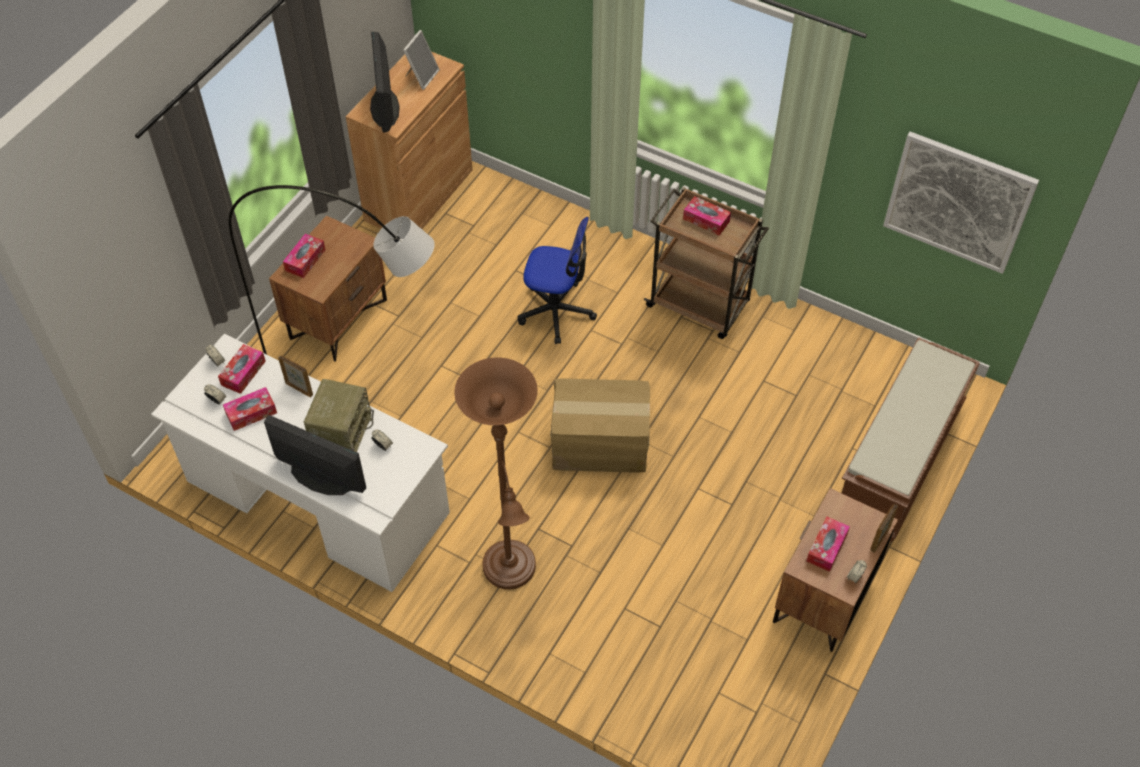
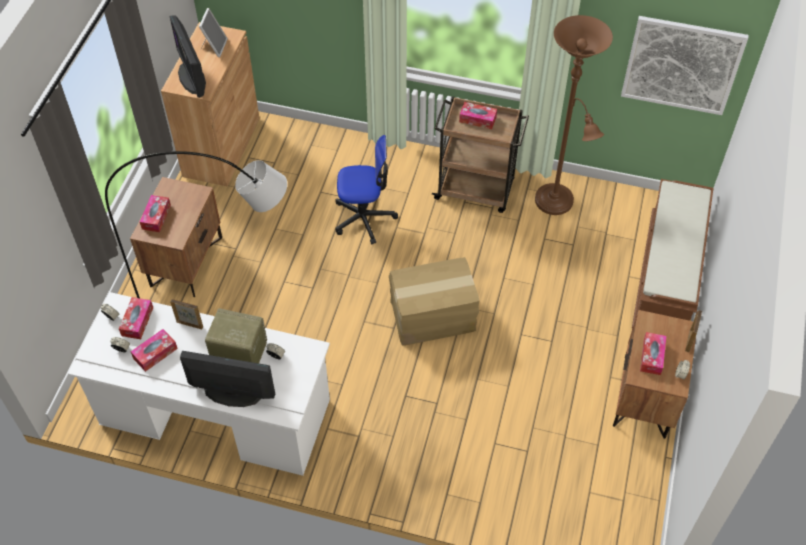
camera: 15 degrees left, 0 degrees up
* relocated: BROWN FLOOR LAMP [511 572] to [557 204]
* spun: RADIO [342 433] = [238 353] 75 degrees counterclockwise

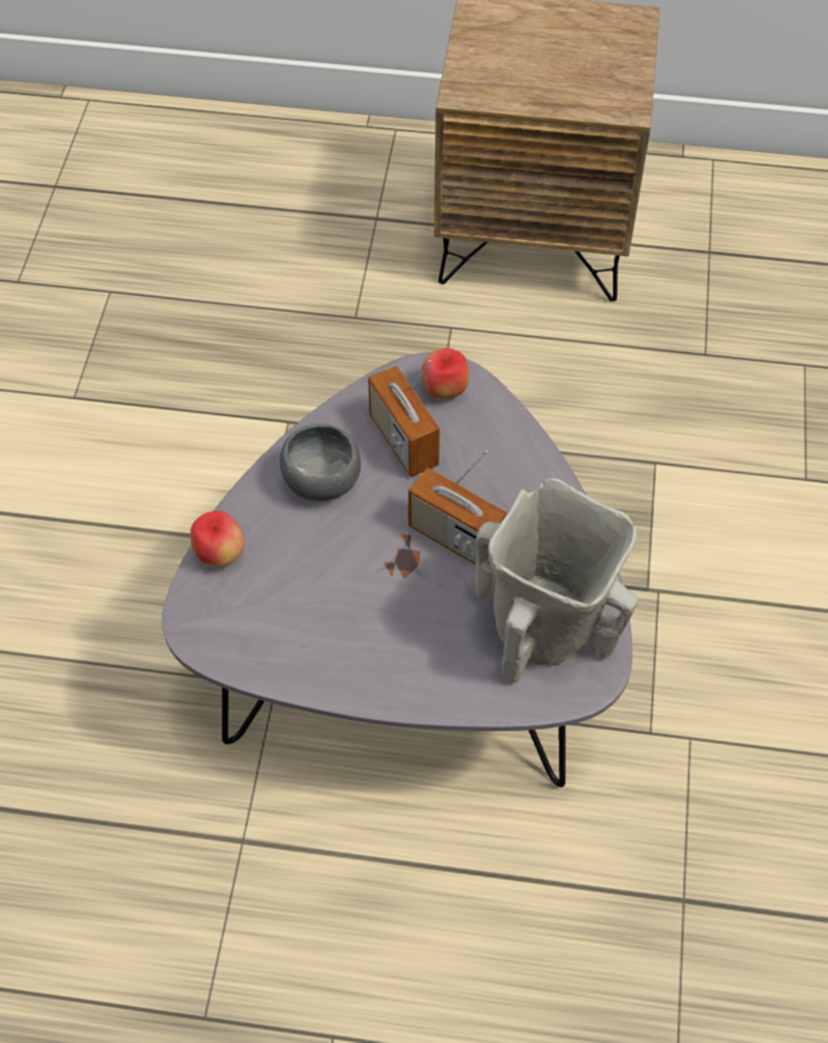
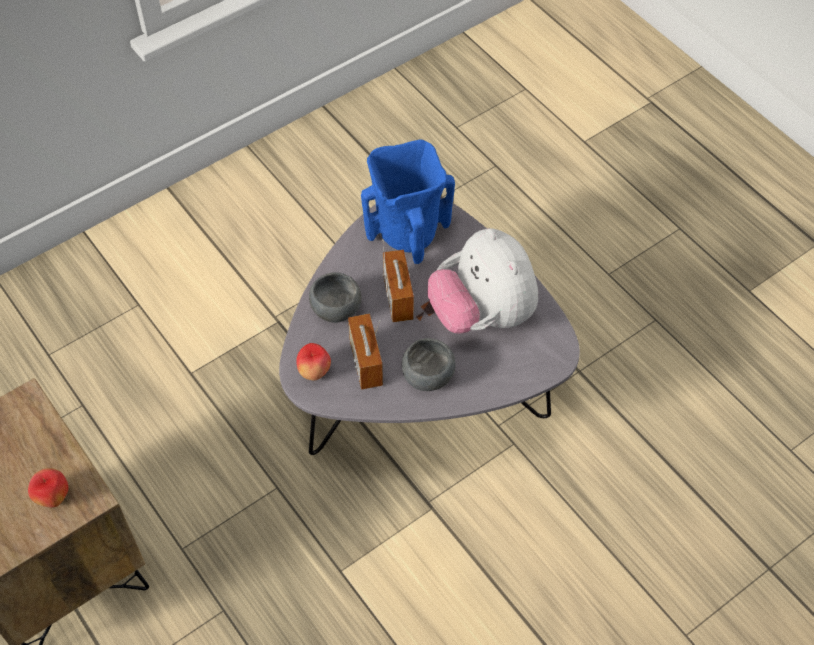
camera: 135 degrees left, 0 degrees up
* appeared: GREY BOWL [336 310]
* appeared: PLUSH TOY [481 314]
* relocated: APPLE [220 555] to [53 497]
* colour: BEIGE VASE [547 630] to BLUE VASE [407 231]
* spun: RADIO [403 441] = [365 363] 150 degrees clockwise

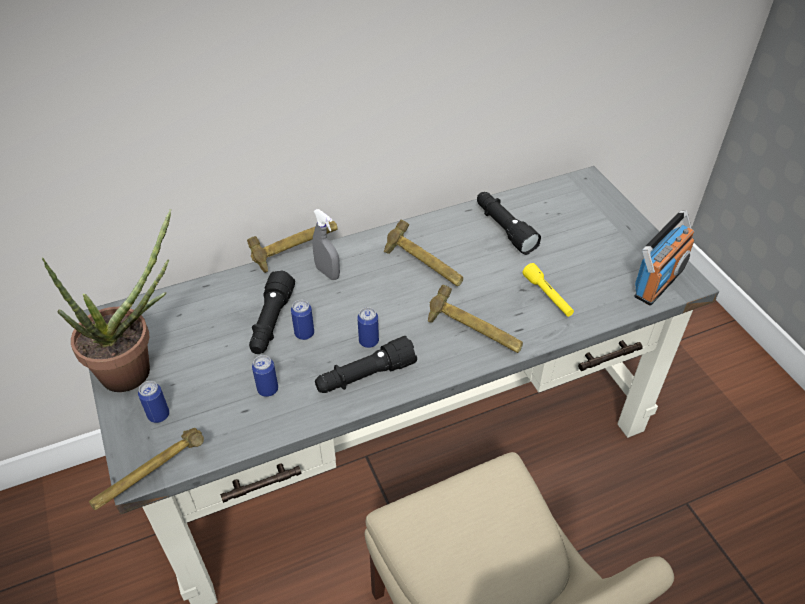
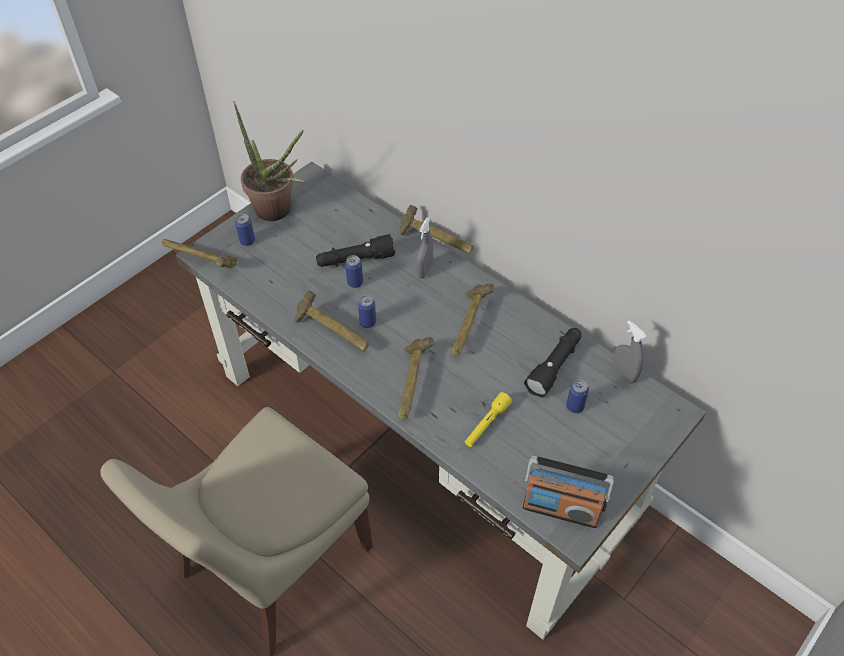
camera: 65 degrees right, 5 degrees up
* appeared: GREY SPRAY BOTTLE [623 374]
* relocated: CAN [268 389] to [574 406]
* exchanged: BLACK FLASHLIGHT [365 376] to HAMMER [333 333]

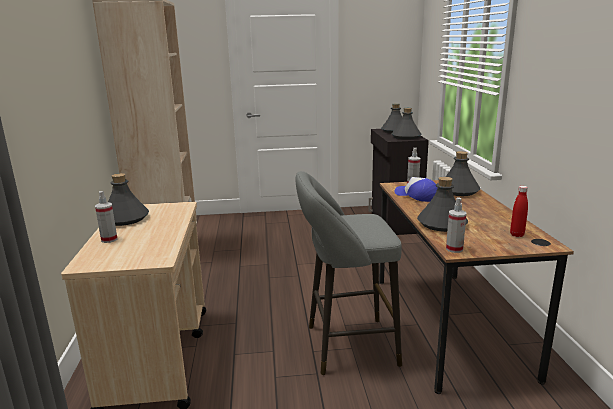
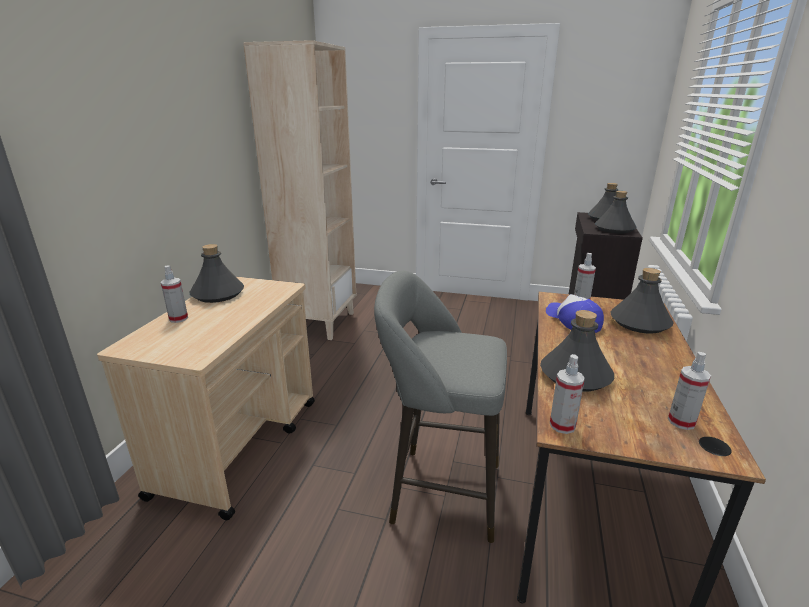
camera: 20 degrees right, 5 degrees up
* exchanged: RED BOTTLE [517 235] to SPRAY BOTTLE [681 421]

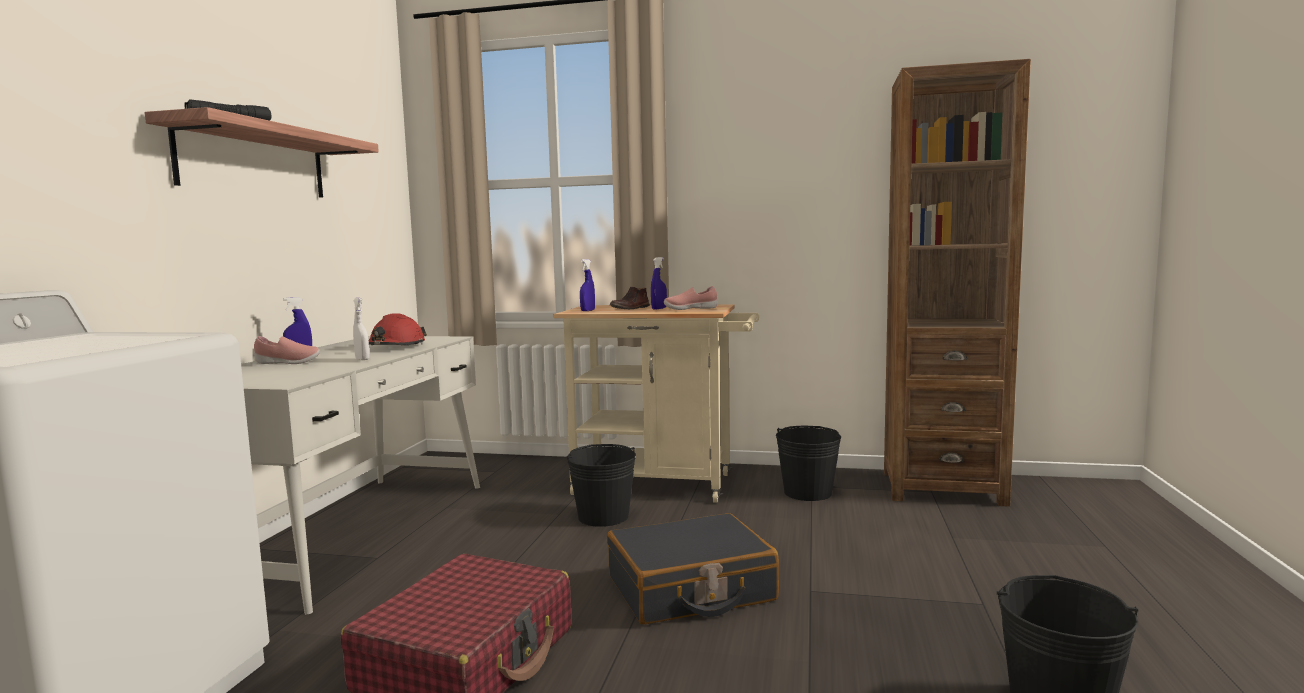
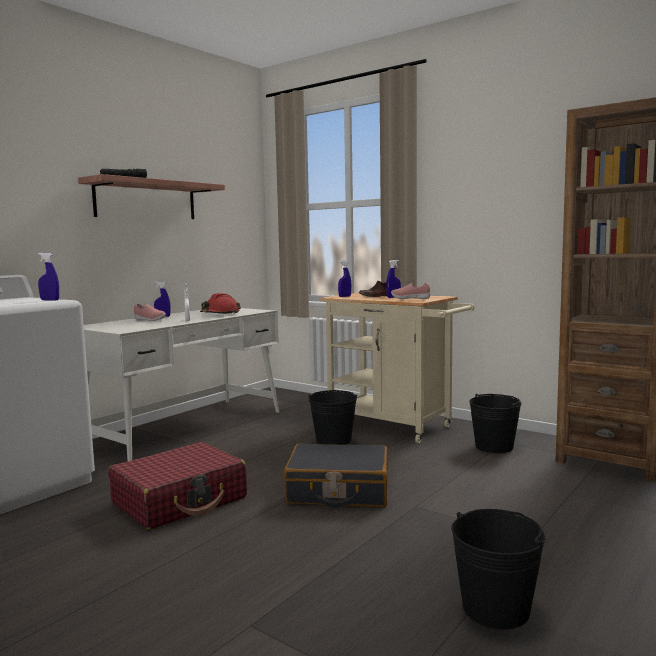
camera: 25 degrees right, 0 degrees up
* appeared: BLUE SPRAY BOTTLE [49 300]

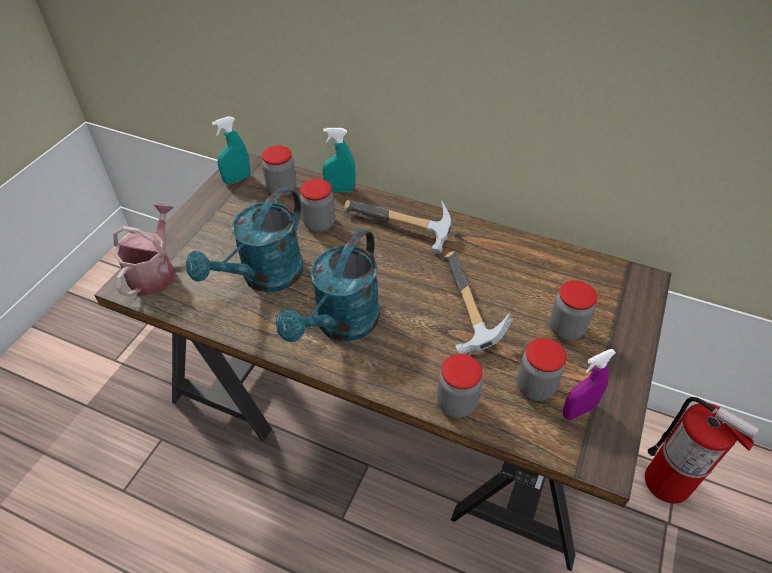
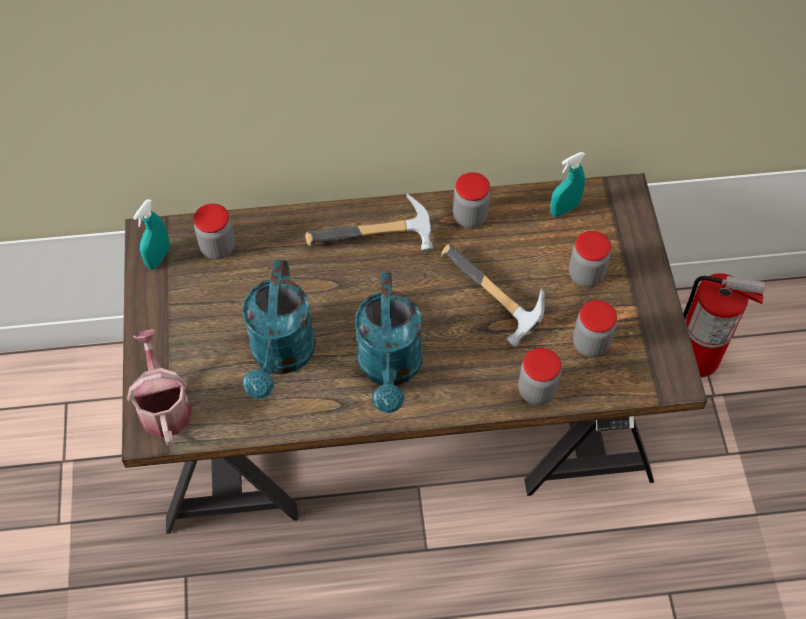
camera: 30 degrees left, 10 degrees up
* missing: PURPLE SPRAY BOTTLE [578 410]
* relocated: JAR [319 224] to [470 217]
* relocated: TURQUOISE SPRAY BOTTLE [340 189] to [564 209]

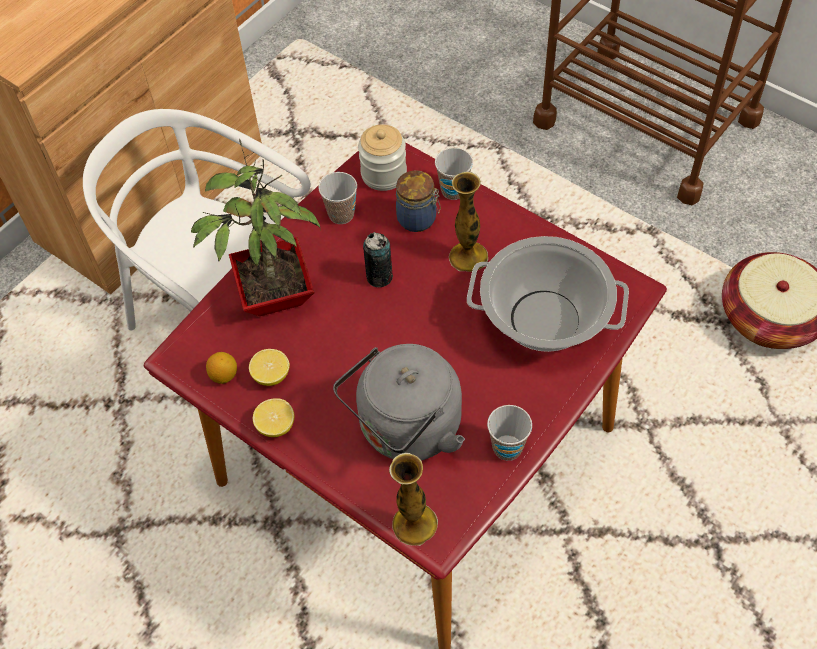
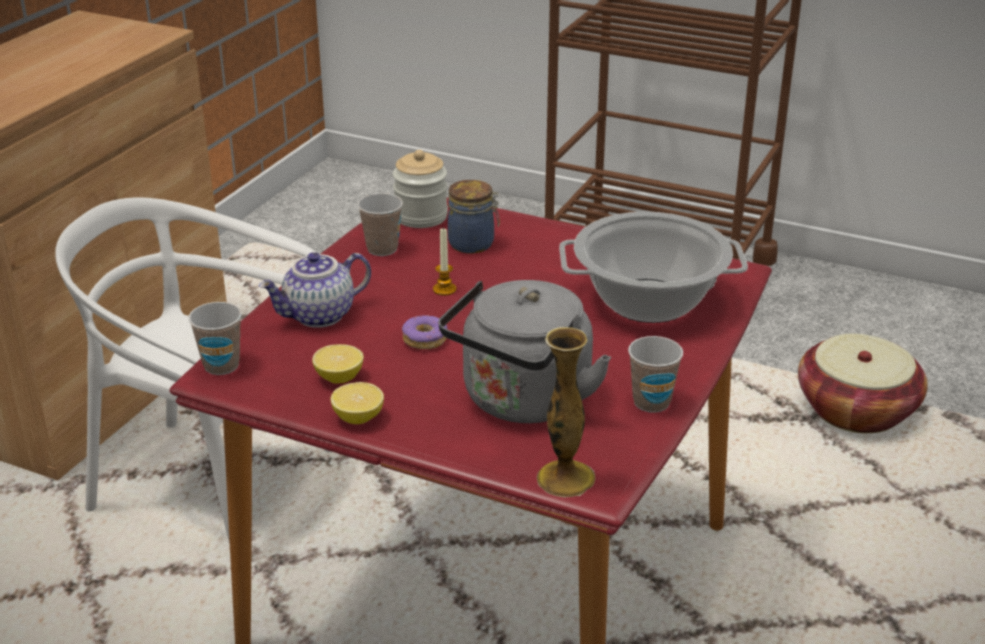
camera: 15 degrees left, 25 degrees down
* missing: LEMON [224 375]
* missing: VASE [468 256]
* appeared: DONUT [425 339]
* relocated: CUP [453 190] to [221 365]
* exchanged: POTTED PLANT [272 296] to TEAPOT [319 316]
* exchanged: CAN [379 277] to CANDLE [444 289]

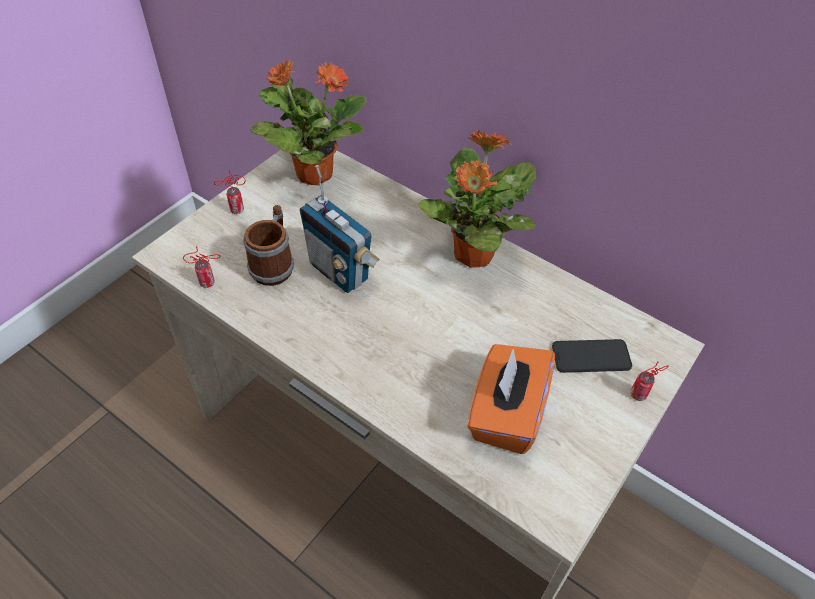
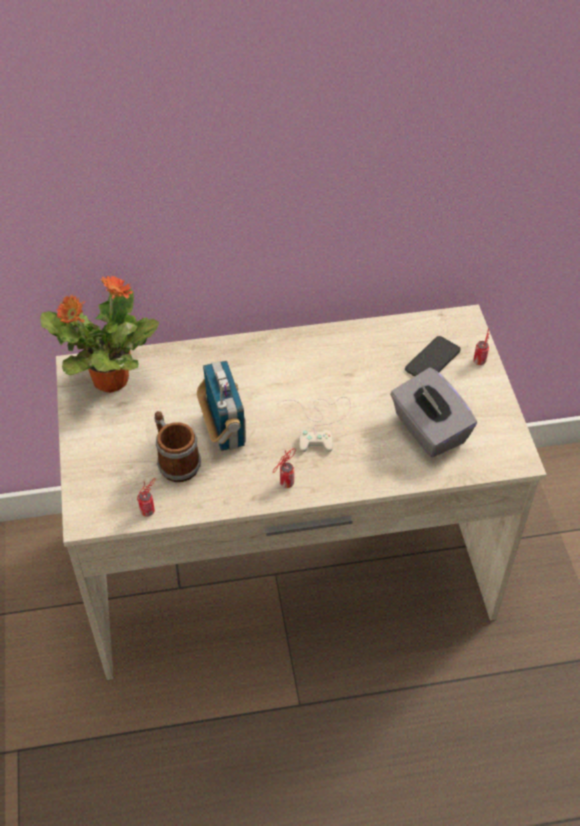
camera: 45 degrees left, 0 degrees up
* missing: POTTED PLANT [472 255]
* appeared: WHITE GAME CONTROLLER [320 422]
* relocated: CAN [235 210] to [285 484]
* colour: ORANGE TISSUE BOX [505 413] to GREY TISSUE BOX [428 430]
* spun: RADIO [339 271] = [224 430] 105 degrees counterclockwise

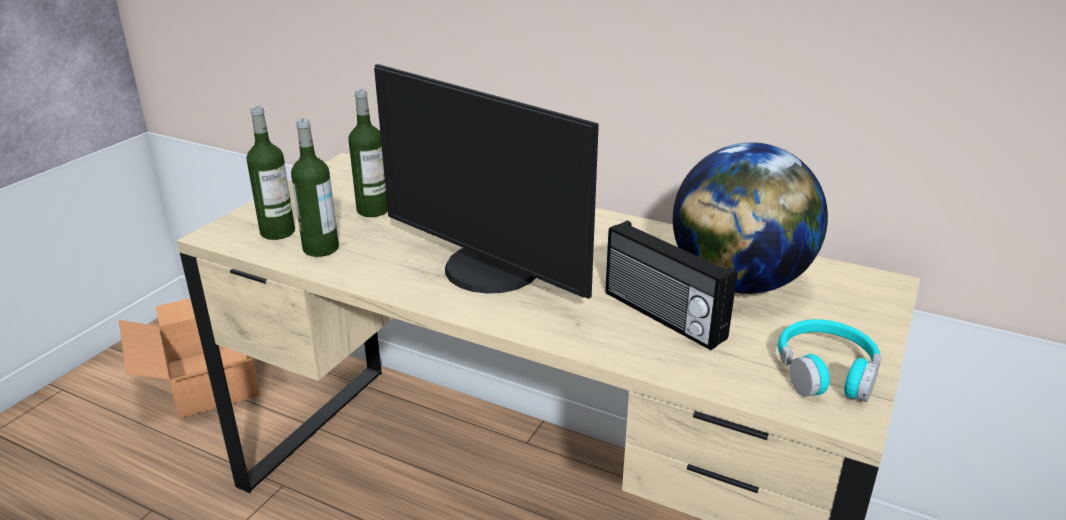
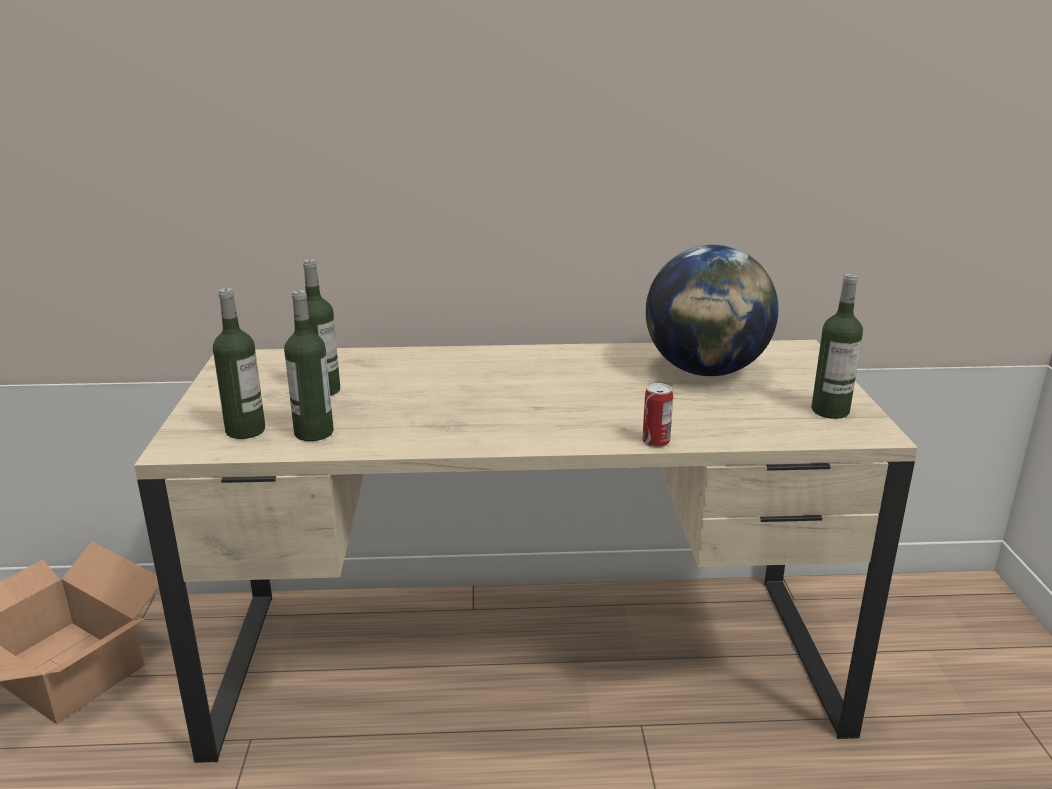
camera: 30 degrees left, 5 degrees down
* missing: MONITOR [488 271]
* missing: RADIO [662 316]
* appeared: CAN [655 442]
* exchanged: TURQUOISE HEADPHONES [826 371] to BOTTLE [830 411]

